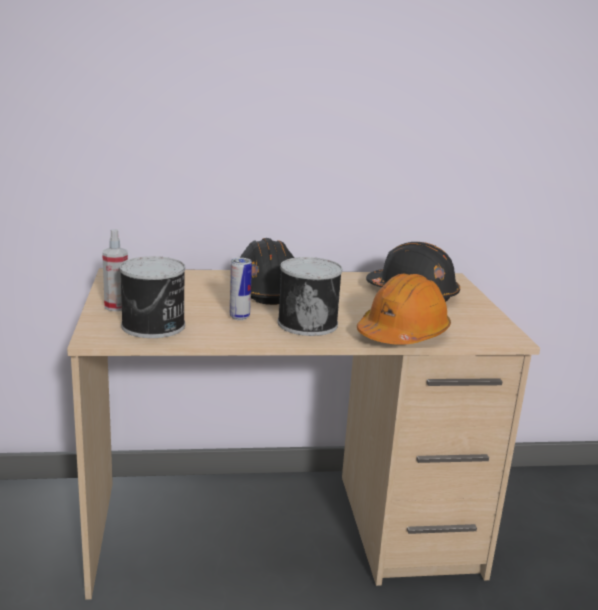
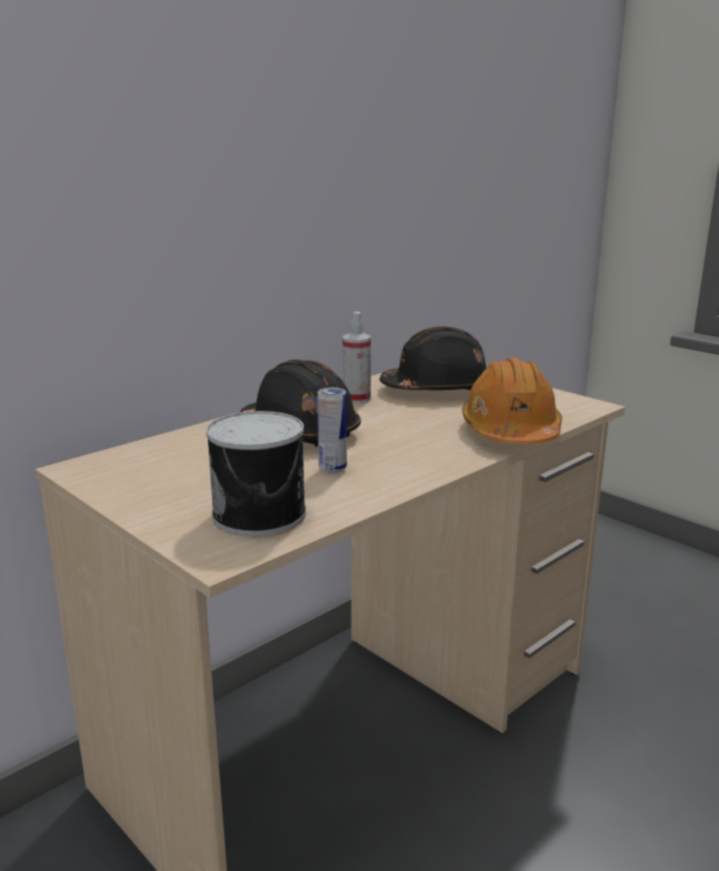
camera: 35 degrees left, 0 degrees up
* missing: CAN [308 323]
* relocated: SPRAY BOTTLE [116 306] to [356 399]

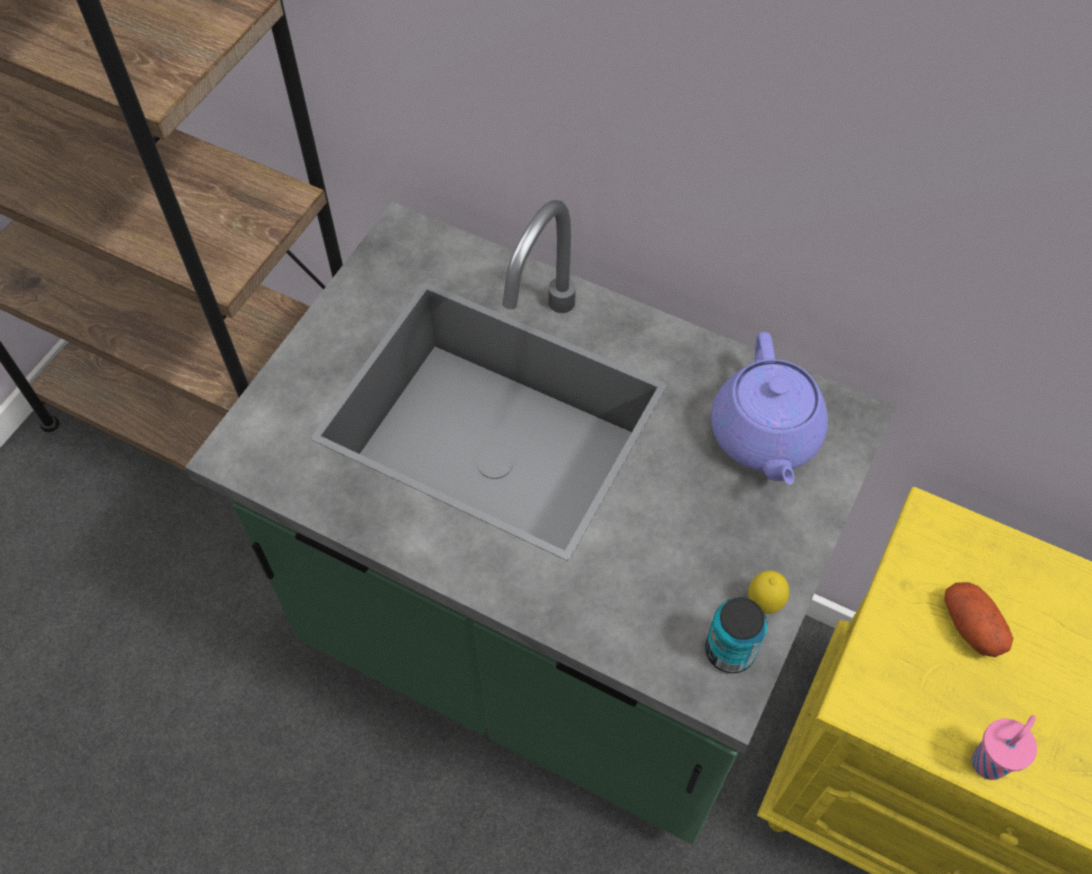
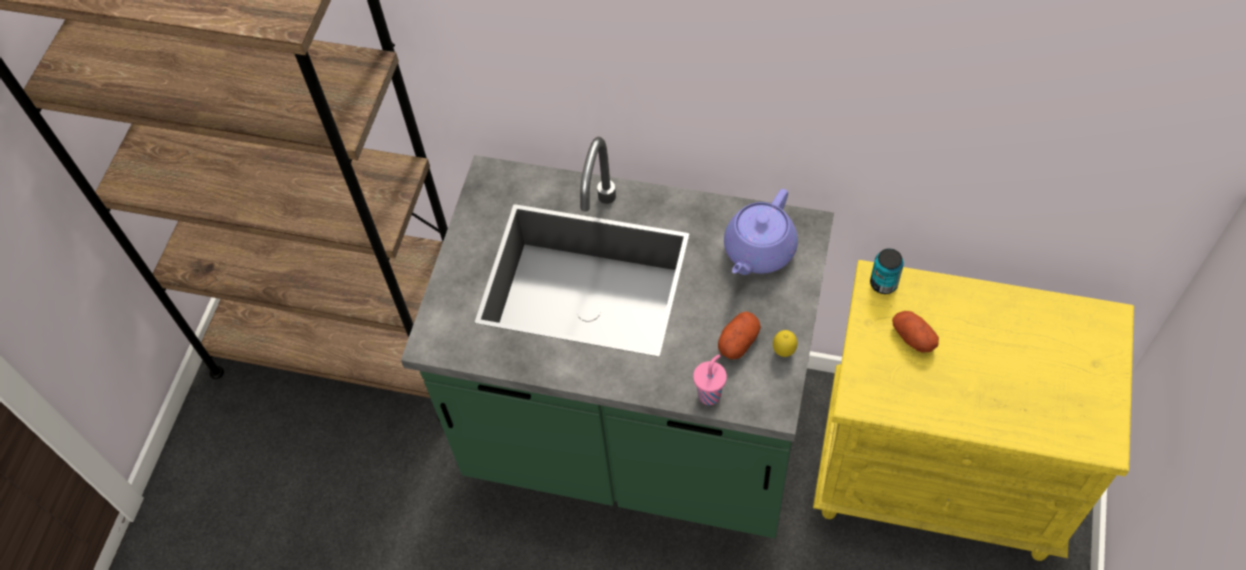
camera: 10 degrees left, 0 degrees up
* appeared: POTATO [738 341]
* relocated: CAN [730 651] to [883 283]
* relocated: PINK CUP [990 761] to [710 394]
* spun: PURPLE TEAPOT [765 436] = [758 251] 45 degrees clockwise

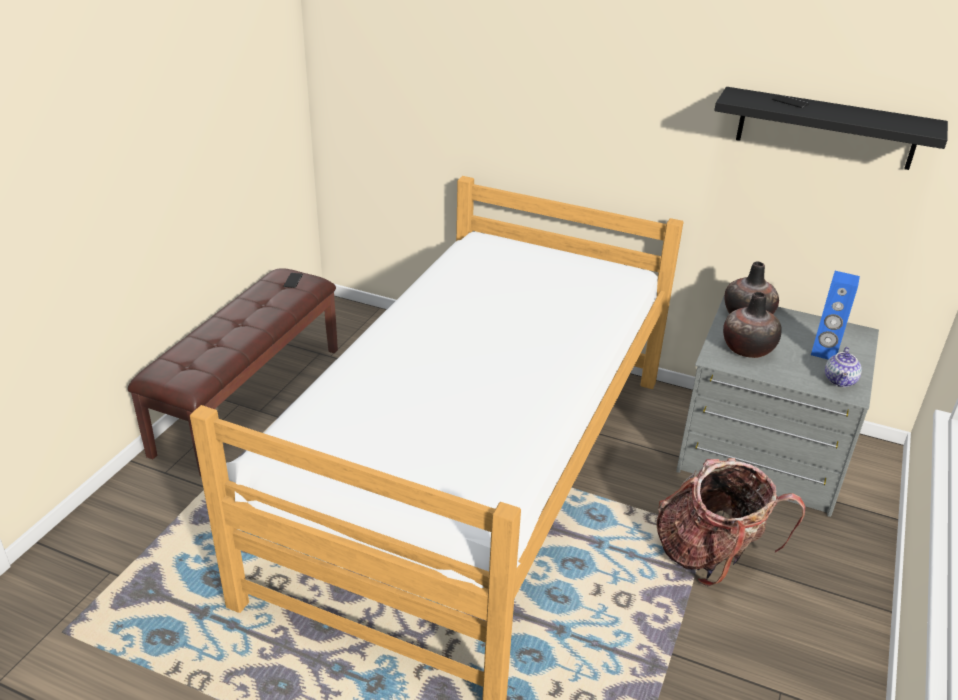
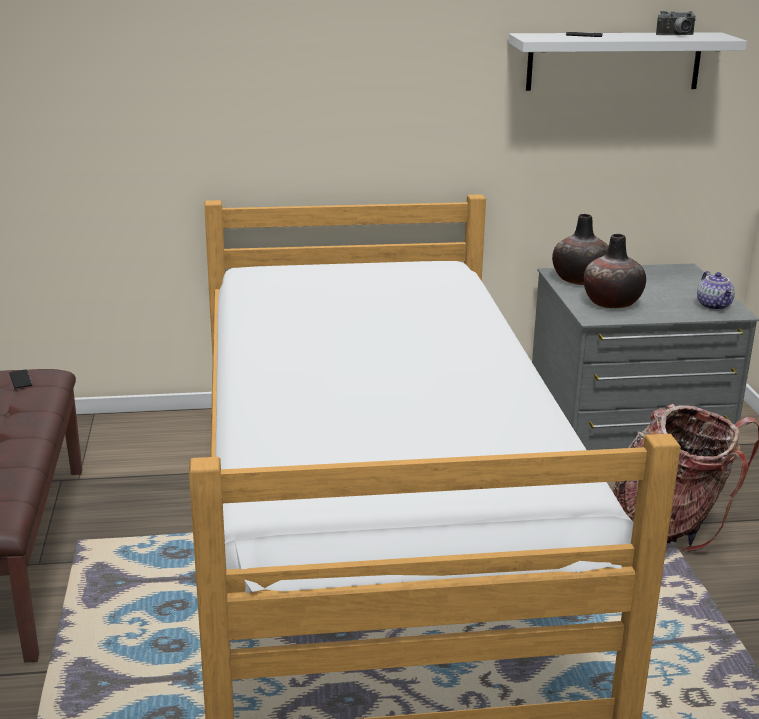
camera: 30 degrees left, 10 degrees down
* missing: BLUE SPEAKER [824 353]
* appeared: PHOTO CAMERA [677 35]
* colour: BLACK SHELF [826 128] to WHITE SHELF [614 61]

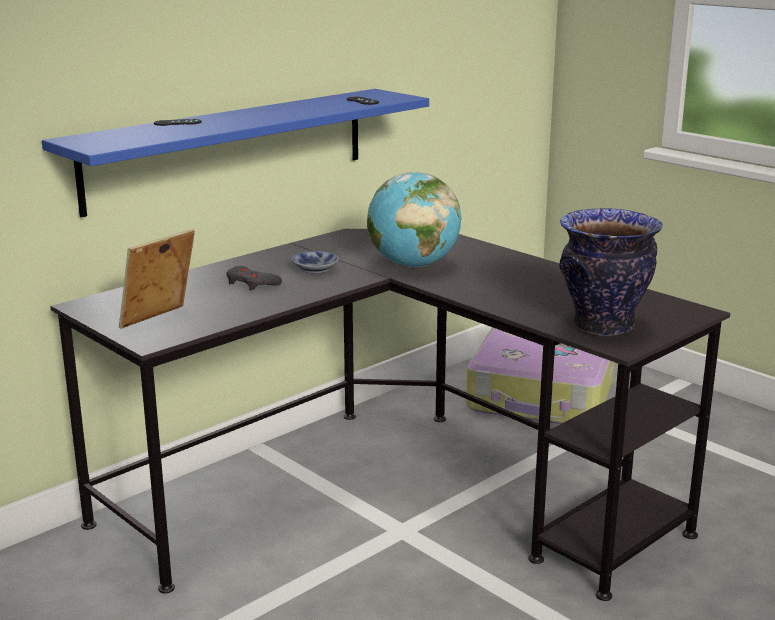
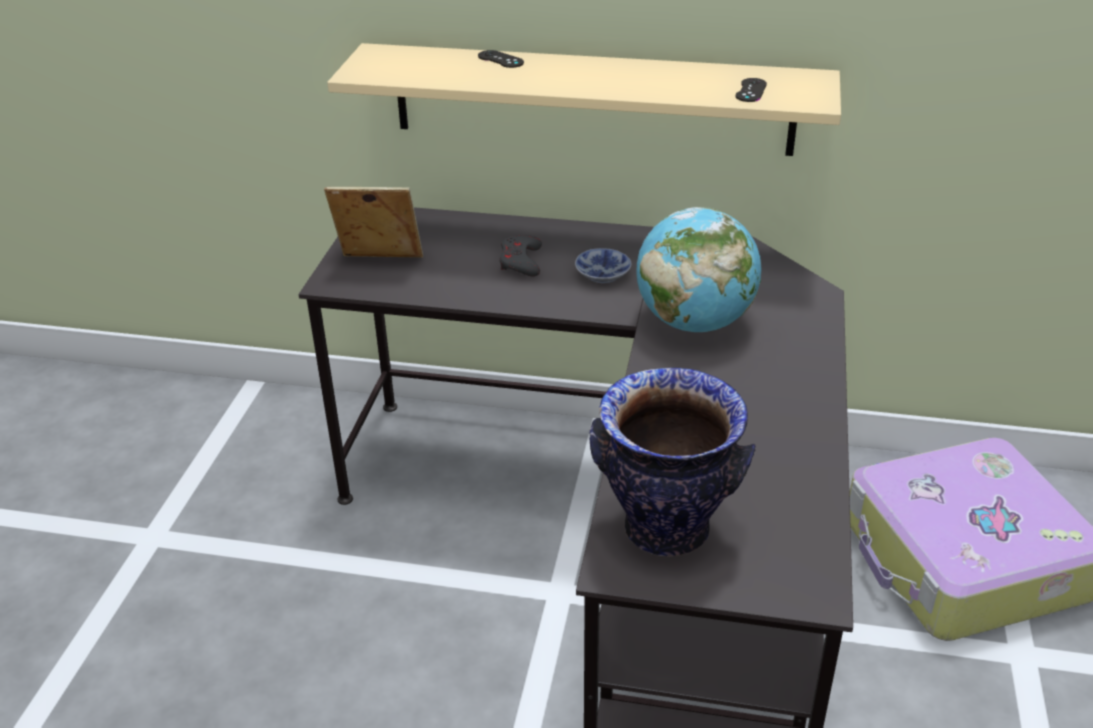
camera: 55 degrees right, 15 degrees up
* colour: BLUE SHELF [230 148] to BEIGE SHELF [592 99]

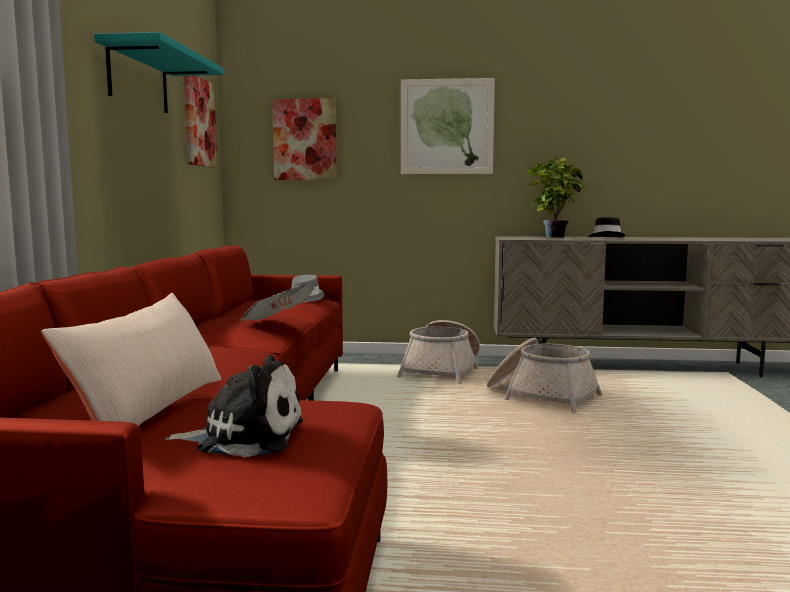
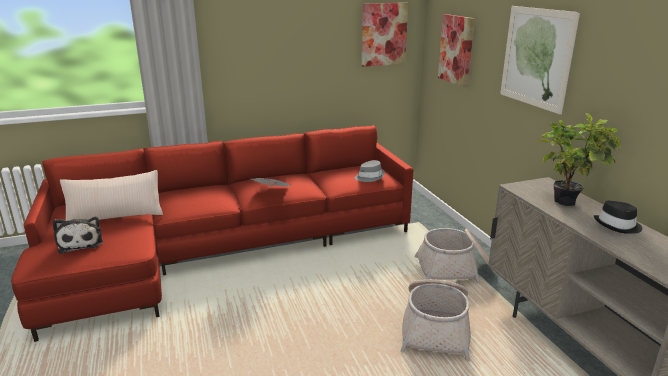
camera: 65 degrees right, 15 degrees up
* missing: TURQUOISE SHELF [138 79]

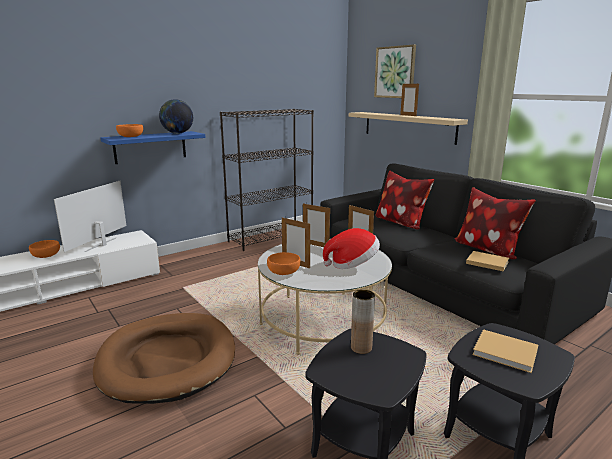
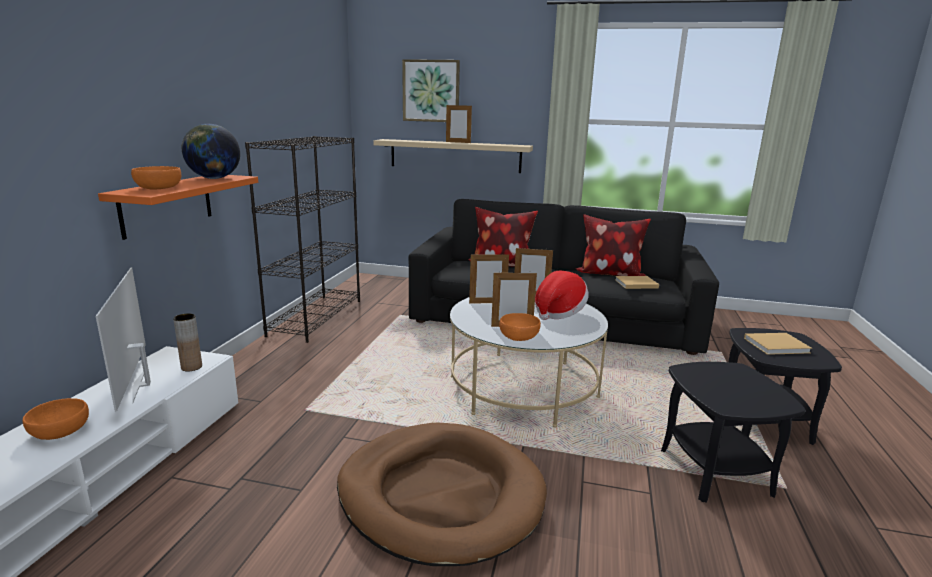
camera: 40 degrees left, 0 degrees up
* relocated: BROWN VASE [361 348] to [191 367]
* colour: BLUE SHELF [150 147] to ORANGE SHELF [167 204]

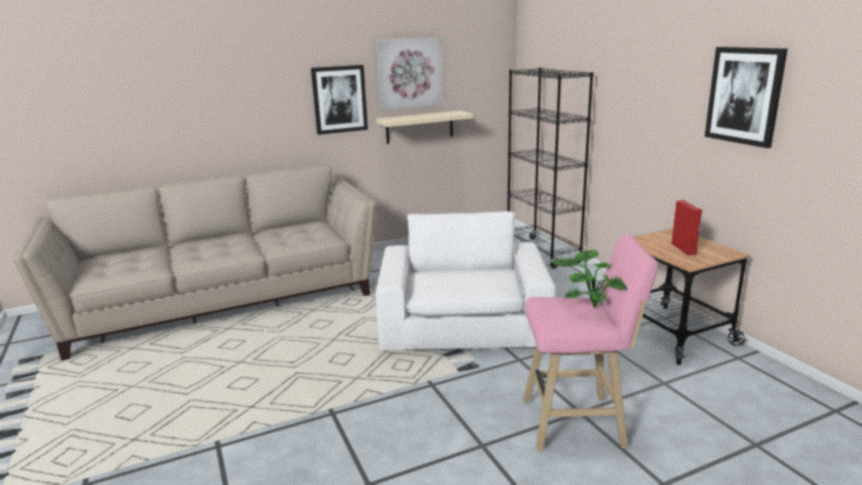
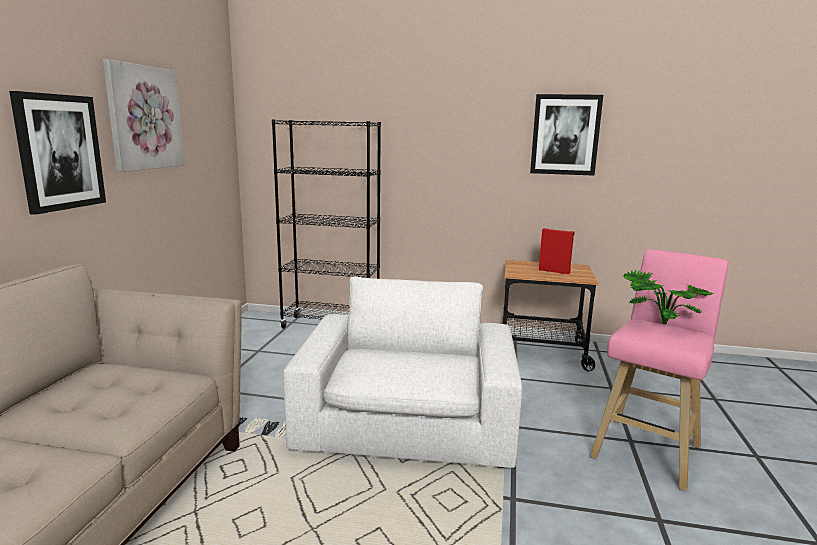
camera: 55 degrees left, 5 degrees down
* missing: BEIGE SHELF [419 127]
* spun: WHITE ARMCHAIR [464 324] = [407 422] 60 degrees clockwise

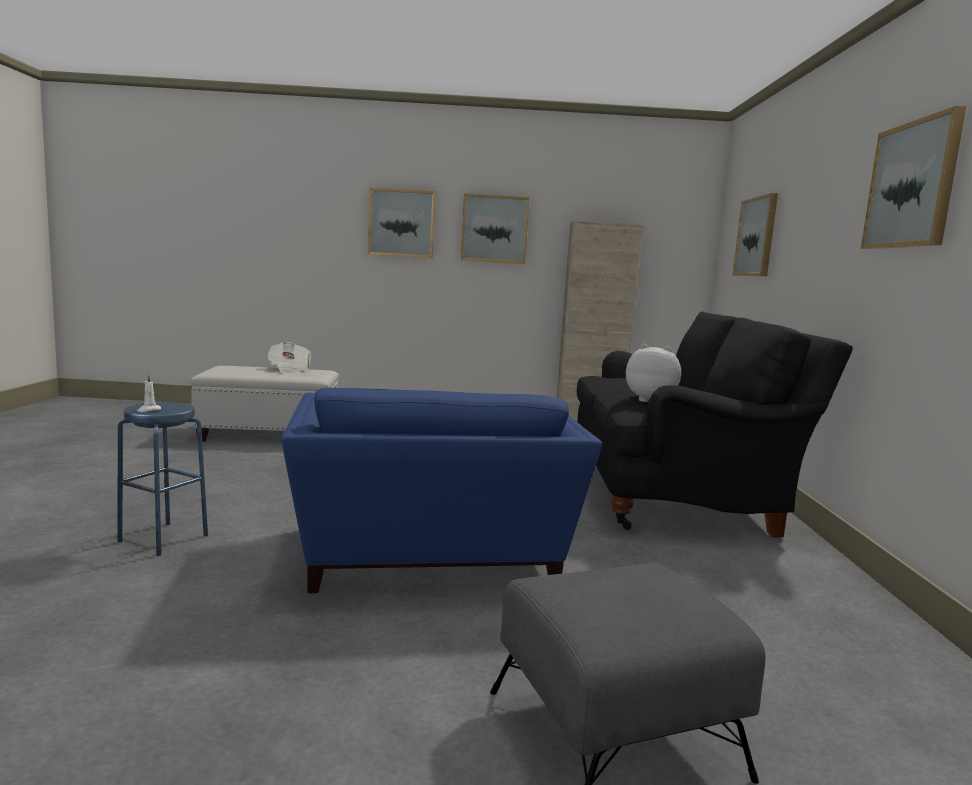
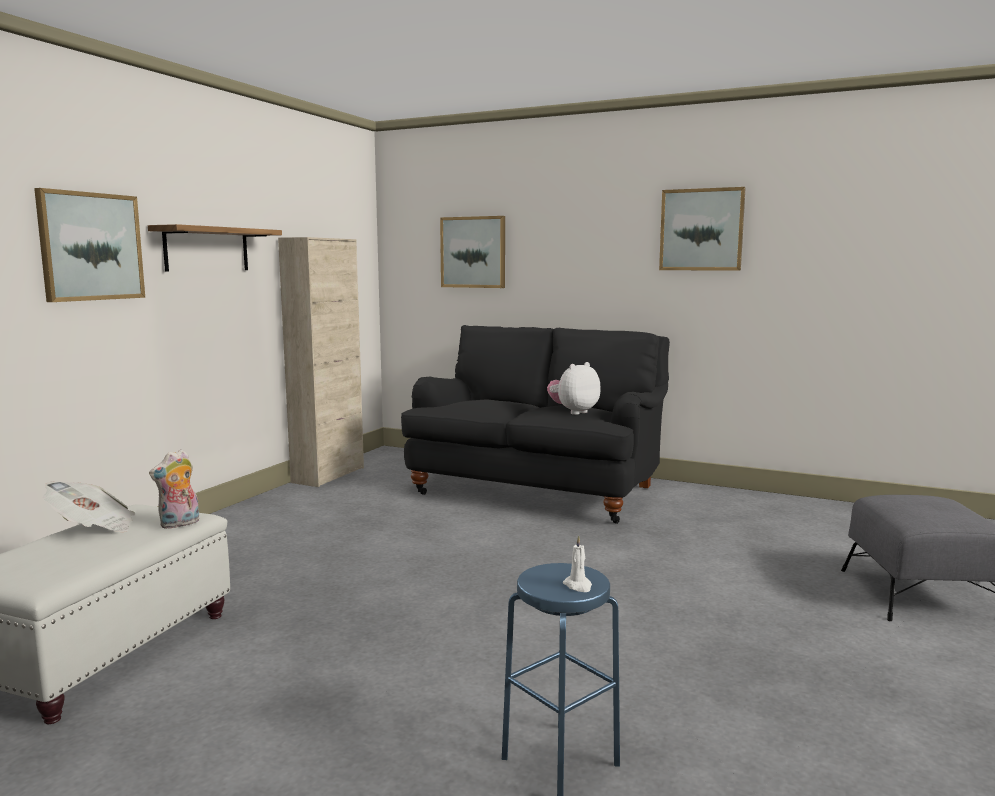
camera: 65 degrees left, 0 degrees up
* missing: BLUE ARMCHAIR [430 557]
* appeared: PLUSH TOY [179 524]
* exchanged: PICTURE [494 229] to SHELF [207 249]

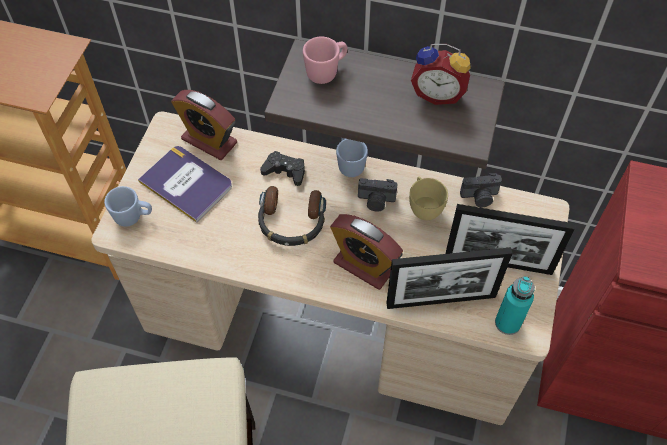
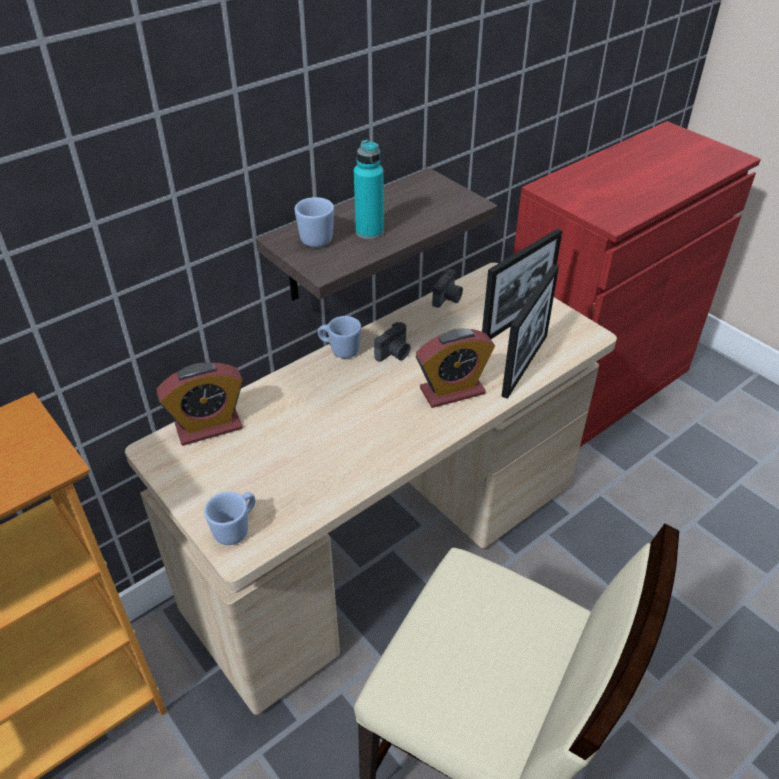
camera: 55 degrees left, 15 degrees down
* missing: BOOK [186 183]
* missing: HEADPHONES [291 222]
* missing: BLACK GAME CONTROLLER [285 171]
* missing: YELLOW CUP [424 207]
* missing: ALARM CLOCK [438 93]
* relocated: TURQUOISE BOTTLE [507 323] to [369 232]
* colour: PINK MUG [326 72] to BLUE MUG [317 237]

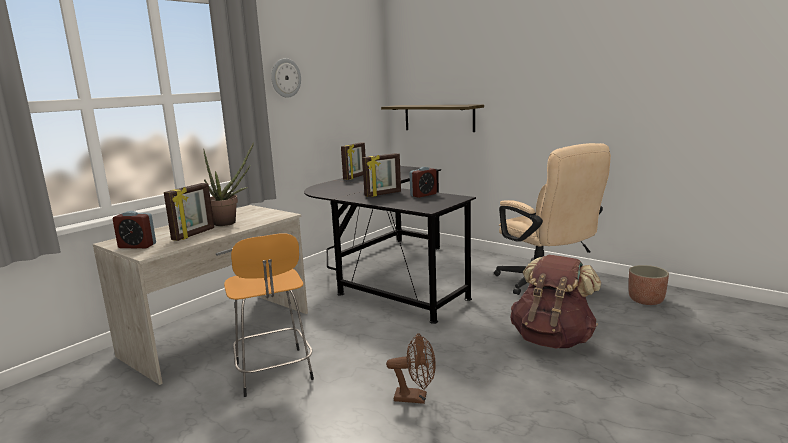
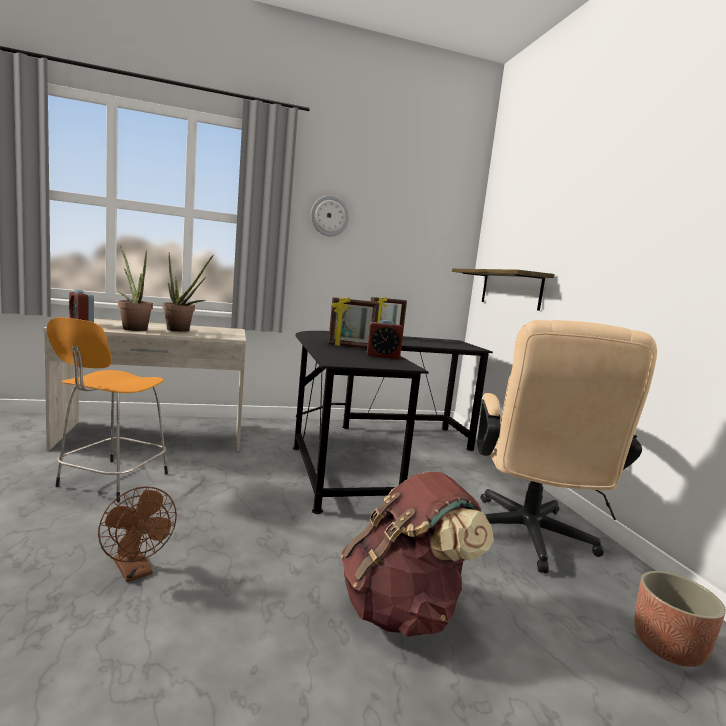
camera: 35 degrees right, 5 degrees down
* exchanged: PICTURE FRAME [194 234] to POTTED PLANT [133 328]

